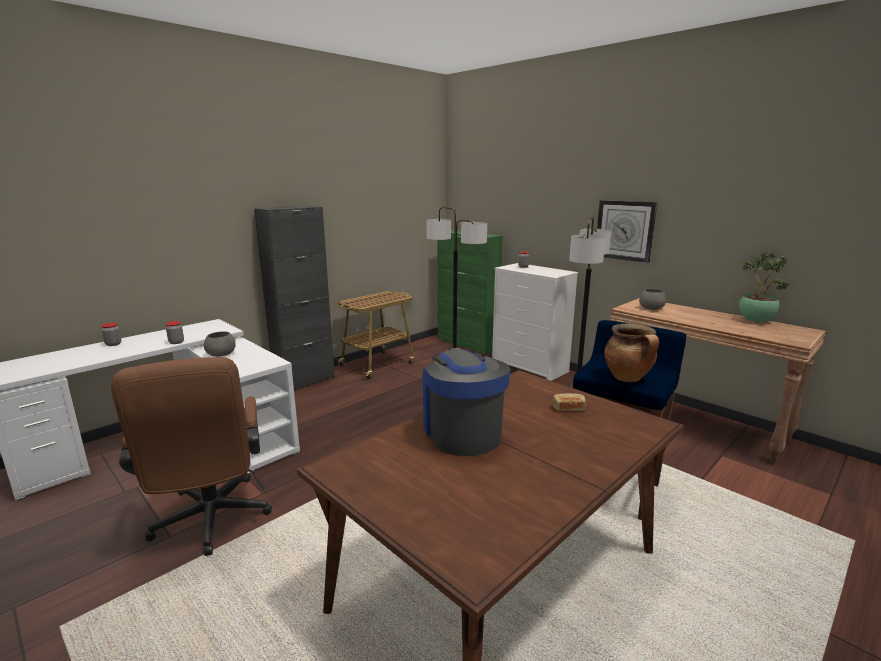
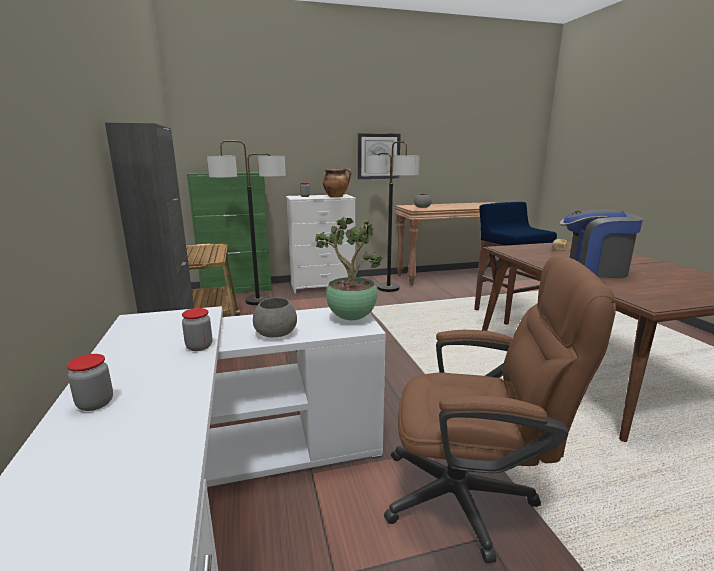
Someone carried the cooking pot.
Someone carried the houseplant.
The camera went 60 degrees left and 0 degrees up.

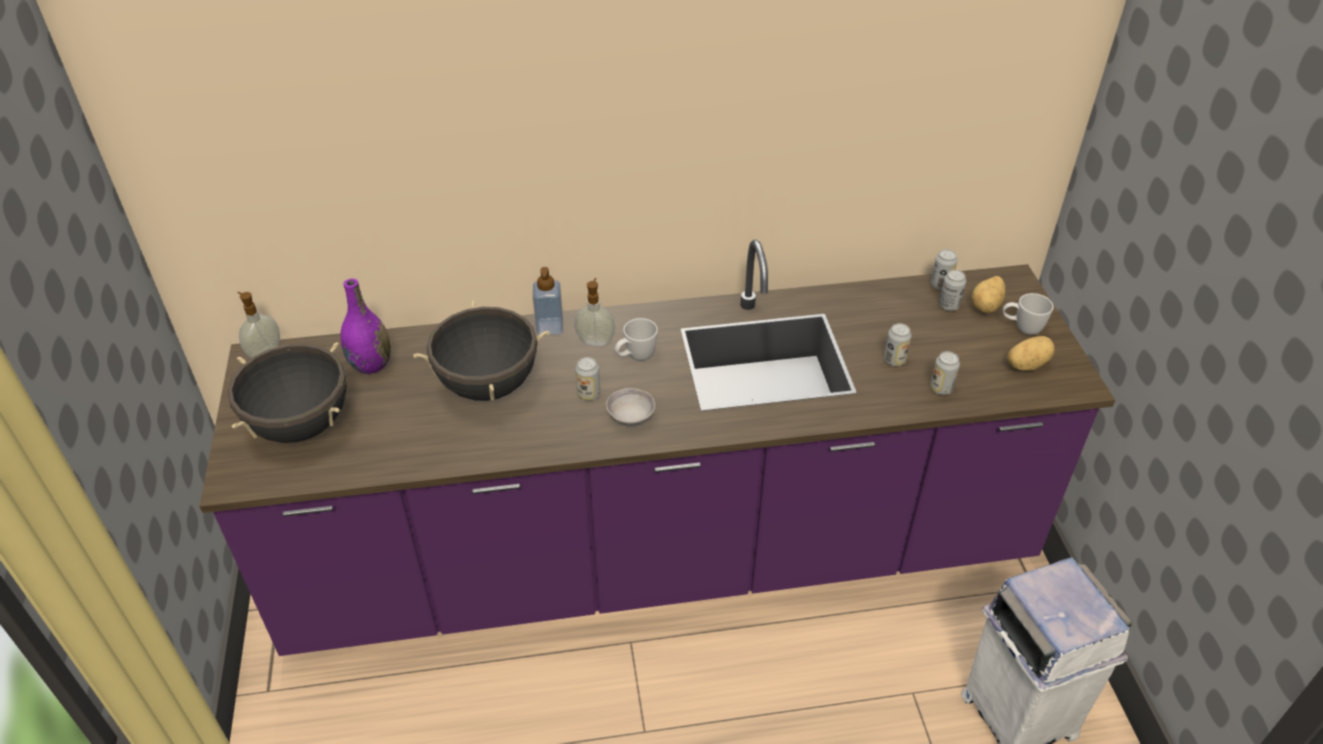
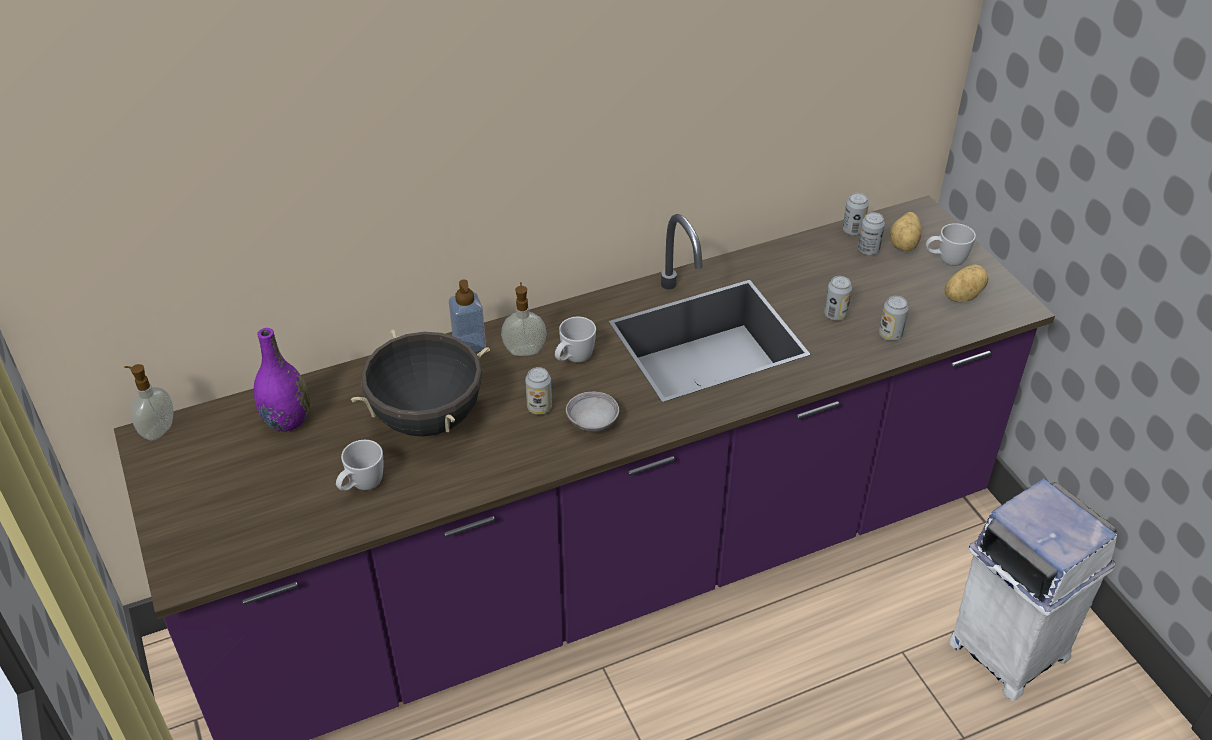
Someone took away the black-coloured cooking pot (no. 1 from left).
Someone put down the white coffee mug (no. 1 from left).
The camera went 15 degrees left and 0 degrees up.

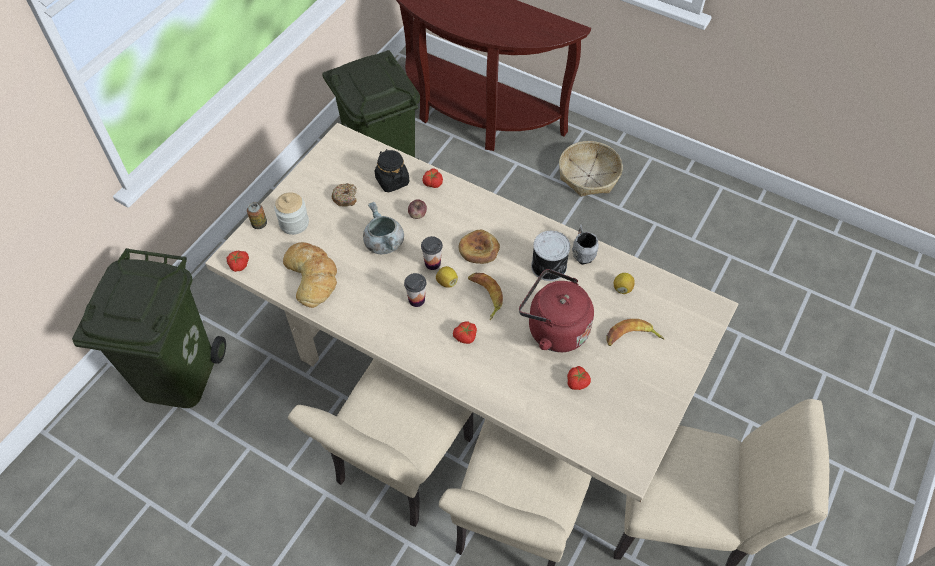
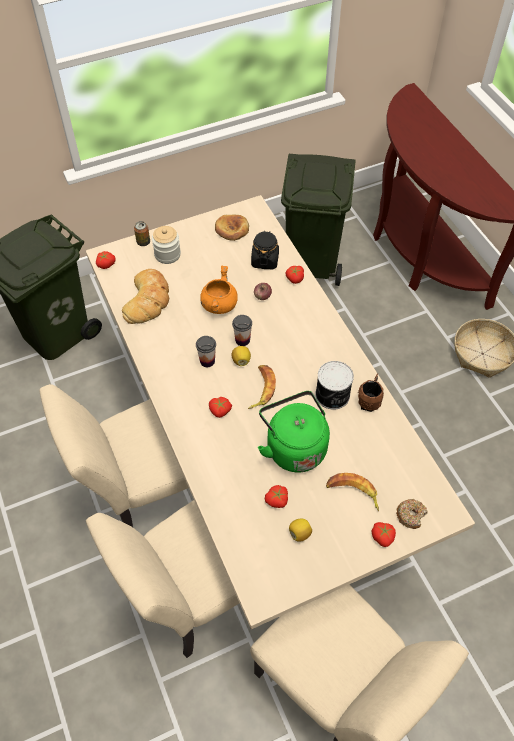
Someone put down the fresh tomato (no. 5 from left).
Someone carried the ring doughnut.
Someone carried the bakery bread (no. 2 from left).
Someone carried the citrus fruit (no. 2 from left).
Someone repainted the gray cooking pot, which became the orangey cooking pot.
Someone repainted the red-coloured kettle, which became the greenish kettle.
Someone repainted the gray coffee mug, which became the brownish coffee mug.
The camera went 35 degrees right and 0 degrees up.

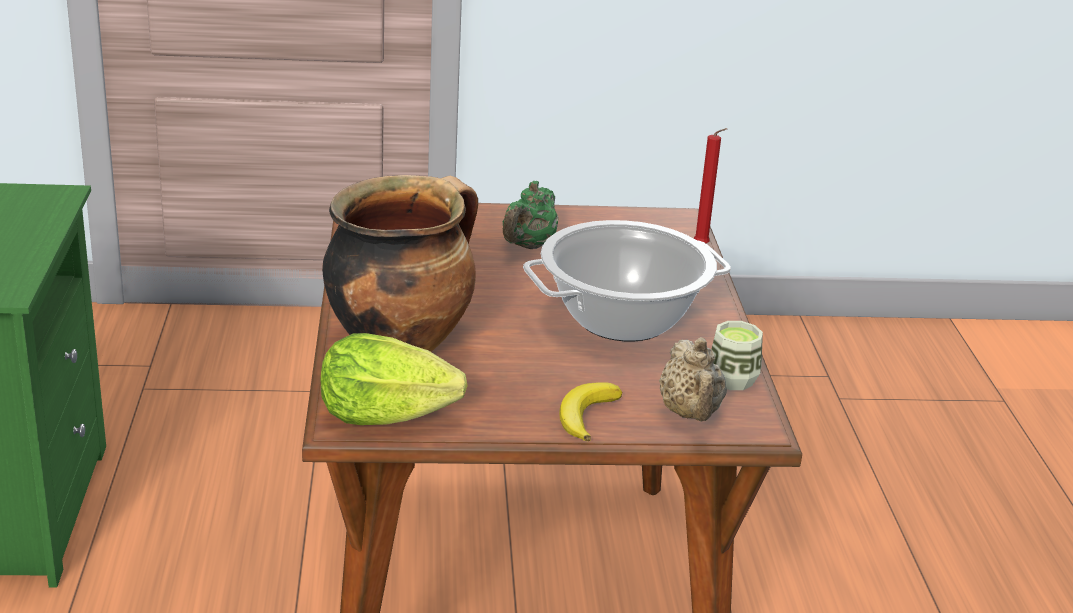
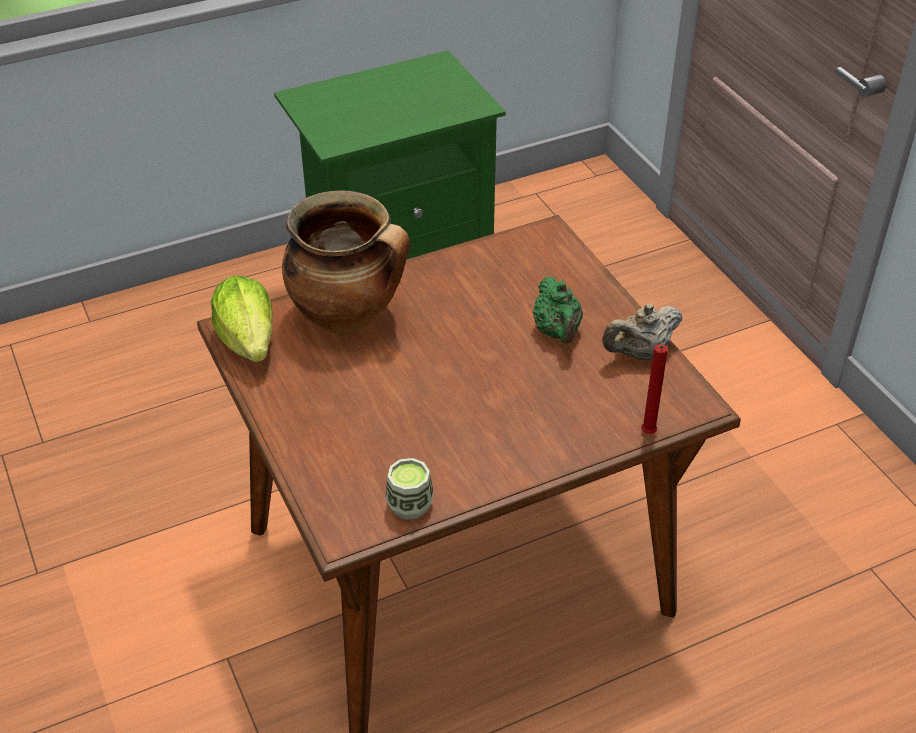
Someone took away the cooking pot (no. 2 from left).
Someone took away the whole banana.
Someone carried the sand-coloured teapot.
Someone rotated the greenish teapot by 105 degrees counterclockwise.
The camera went 70 degrees right and 15 degrees up.

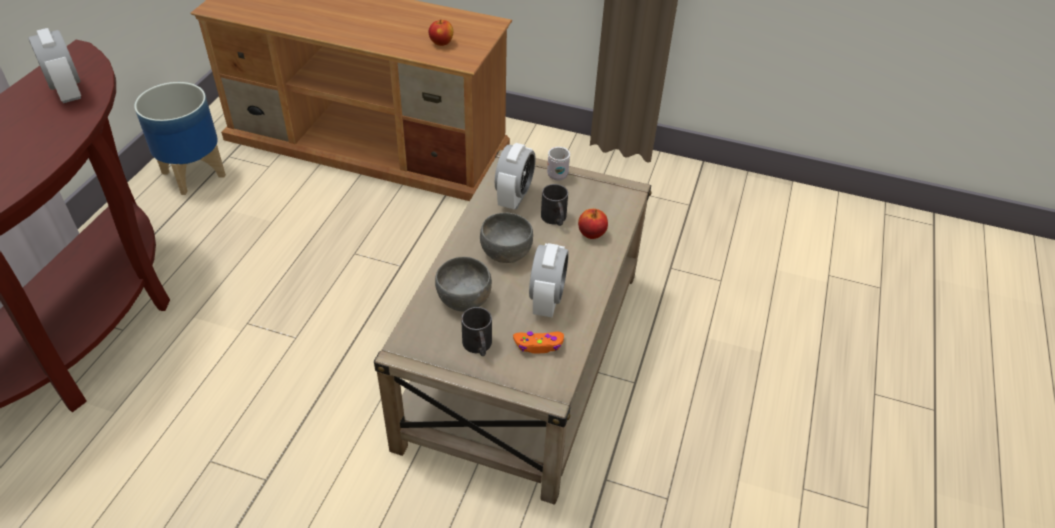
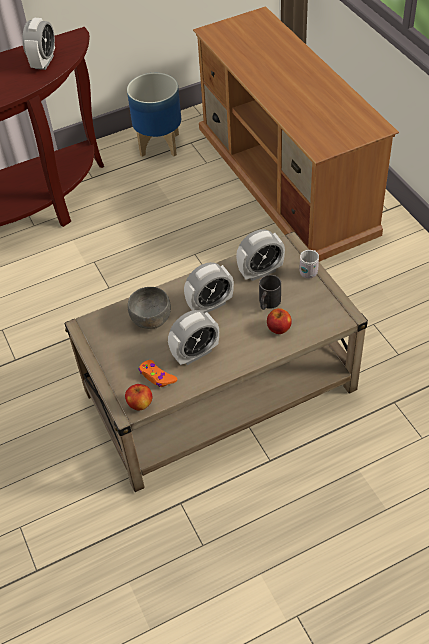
Someone took away the black-coloured coffee mug (no. 1 from left).
Someone carried the whole apple (no. 1 from left).
Someone swapped the gray serving bowl (no. 2 from left) for the table clock (no. 3 from left).
The camera went 50 degrees right and 5 degrees up.

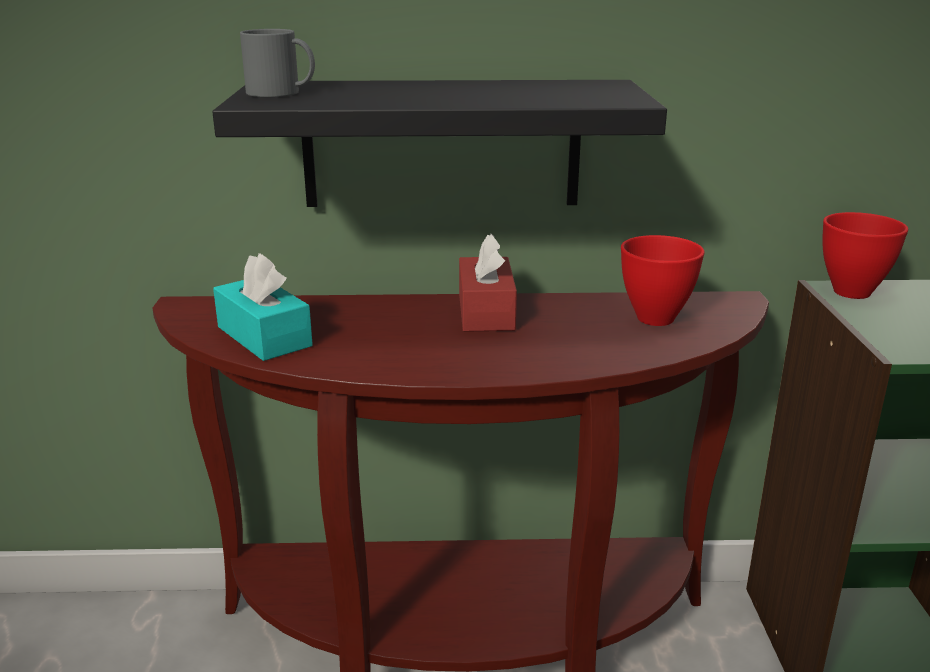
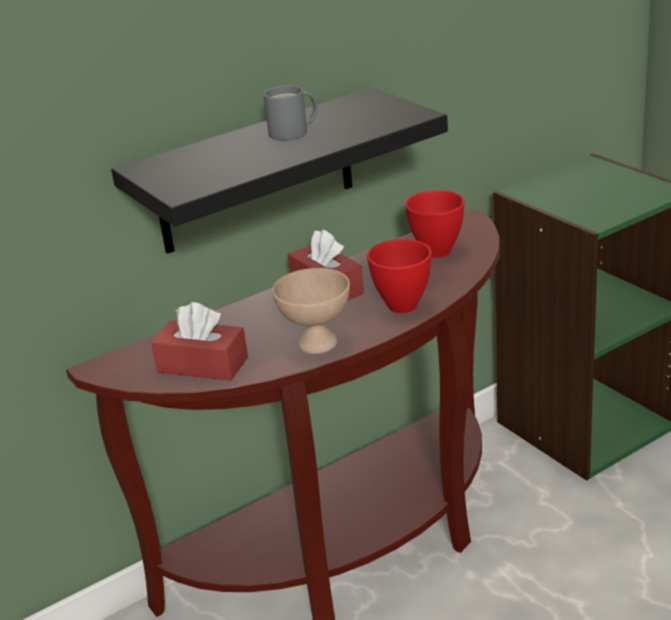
Someone put down the sand-coloured serving bowl.
Someone carried the gray coffee mug.
Someone carried the red-coloured serving bowl (no. 2 from left in the first image).
Someone repainted the blue-green tissue holder, which became the red-coloured tissue holder (no. 1 from left).
The camera went 30 degrees left and 5 degrees up.

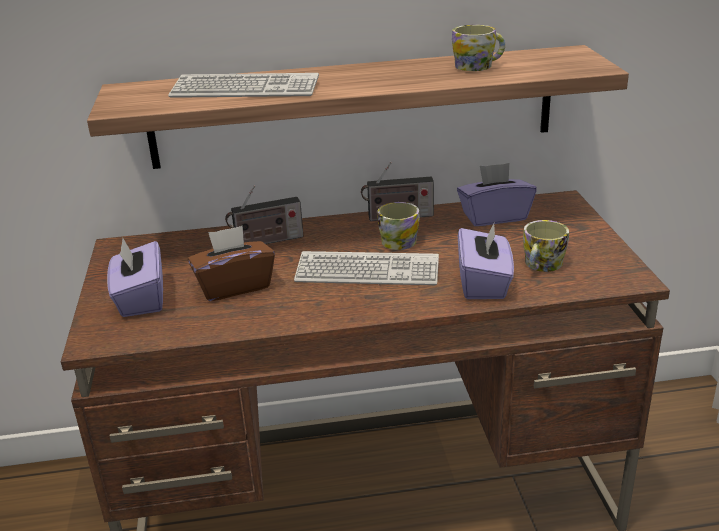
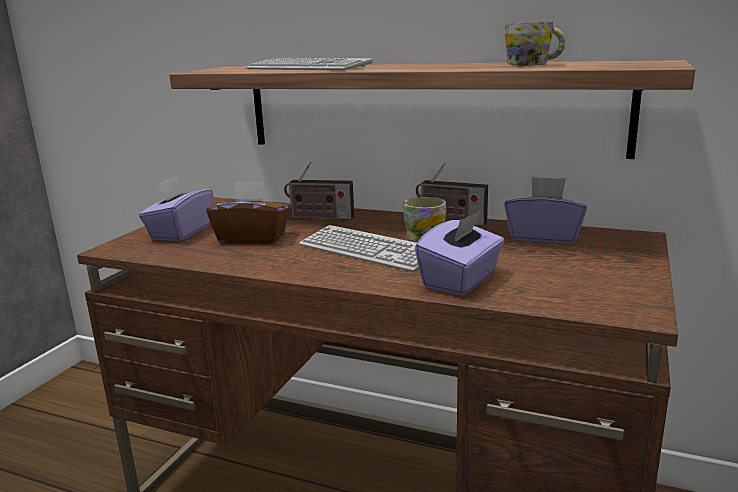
Someone took away the coffee mug (no. 3 from left).
The camera went 30 degrees right and 10 degrees down.

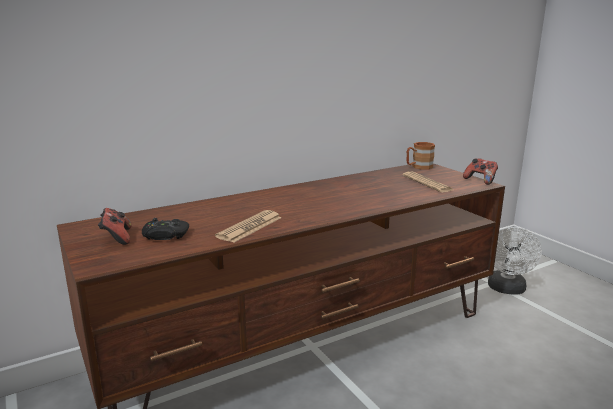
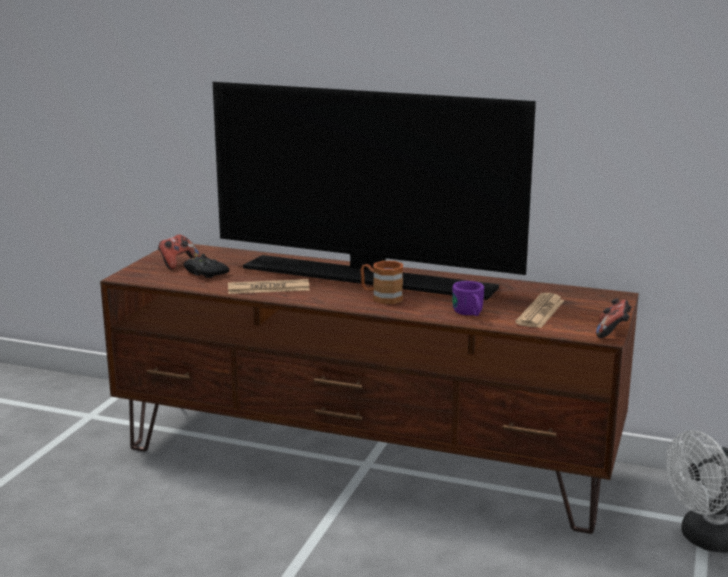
Someone put down the television.
Someone put down the purple coffee mug.
Someone carried the brownish coffee mug.
The camera went 50 degrees right and 0 degrees up.

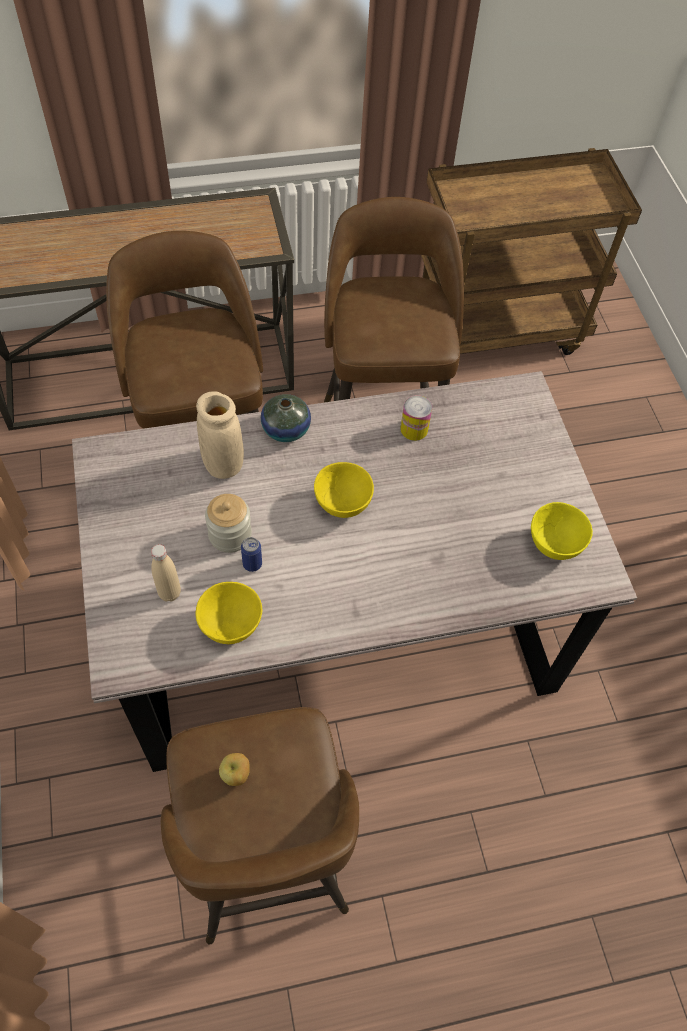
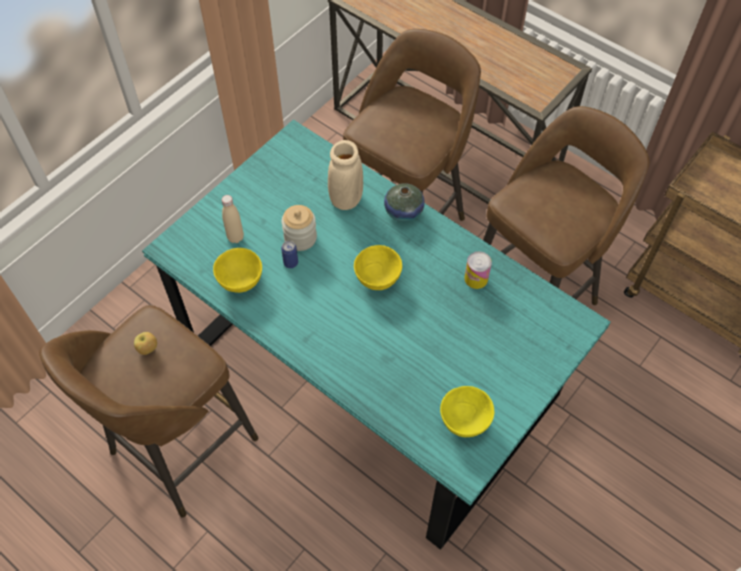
Someone repainted the gray dining table, which became the blue-green dining table.
The camera went 55 degrees right and 0 degrees up.

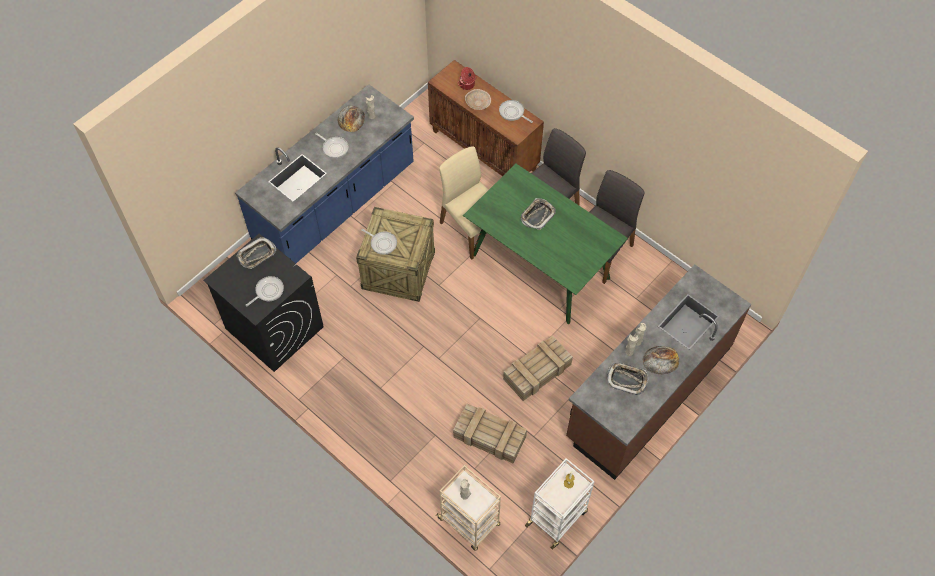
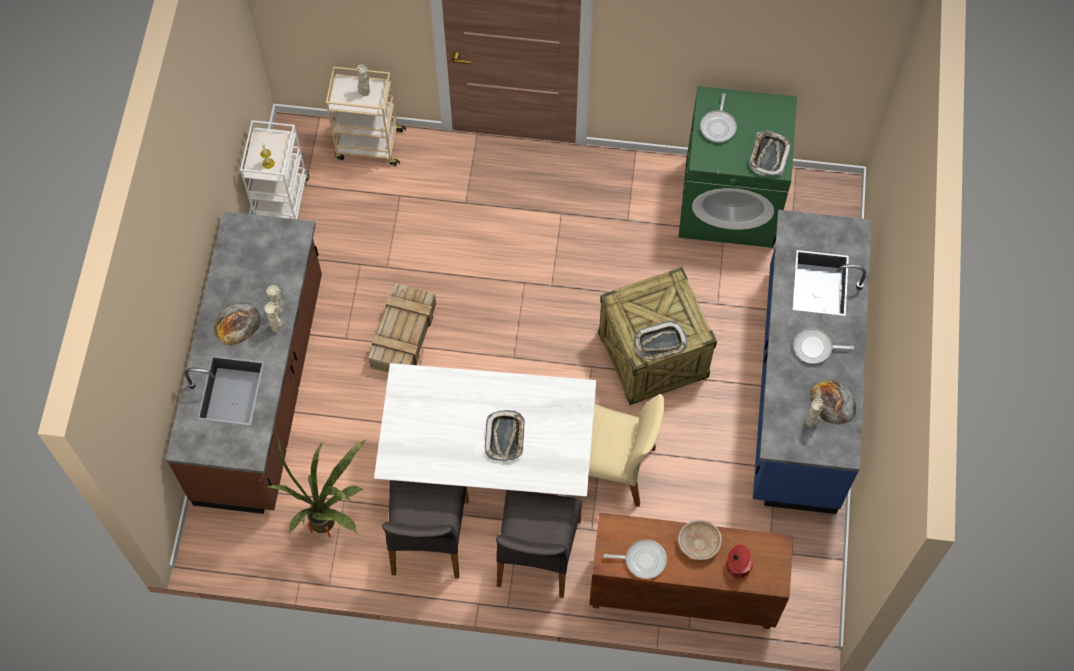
Someone took away the pan (no. 3 from left).
Someone took away the crate (no. 2 from left).
Someone put down the houseplant.
Someone carried the carrying tray (no. 3 from left in the first image).
Someone repainted the black-coloured laundry appliance, which became the greenish laundry appliance.
Someone repainted the greenish dining table, which became the white dining table.
The camera went 145 degrees right and 5 degrees up.

